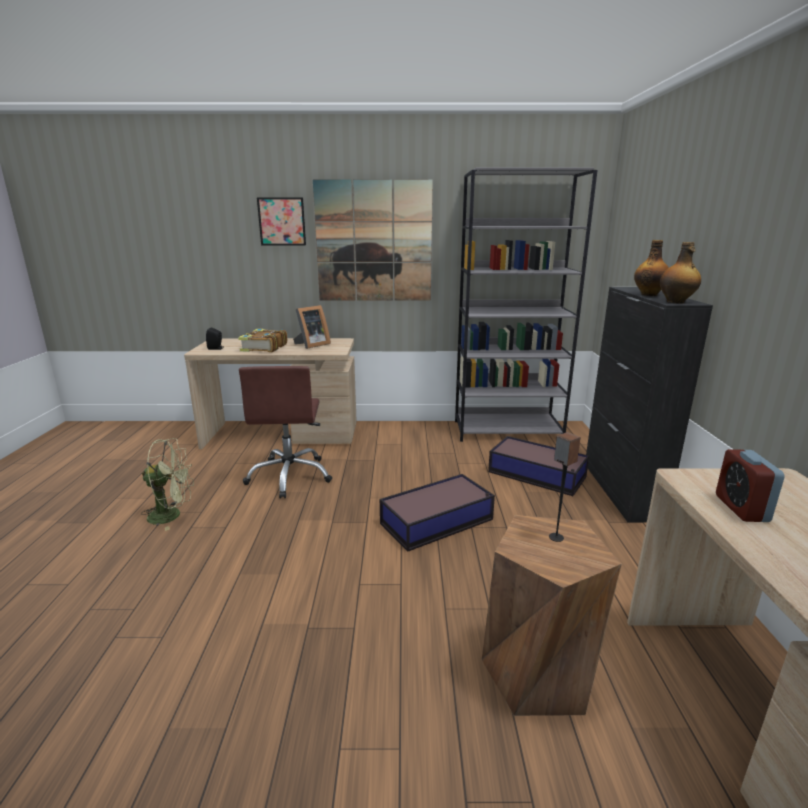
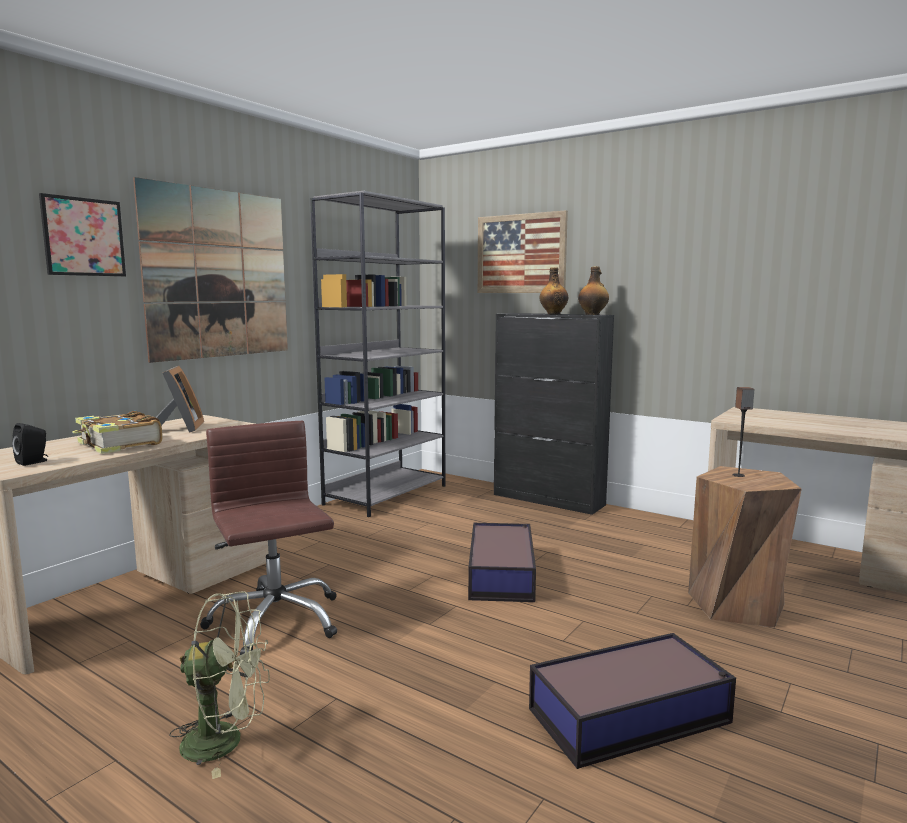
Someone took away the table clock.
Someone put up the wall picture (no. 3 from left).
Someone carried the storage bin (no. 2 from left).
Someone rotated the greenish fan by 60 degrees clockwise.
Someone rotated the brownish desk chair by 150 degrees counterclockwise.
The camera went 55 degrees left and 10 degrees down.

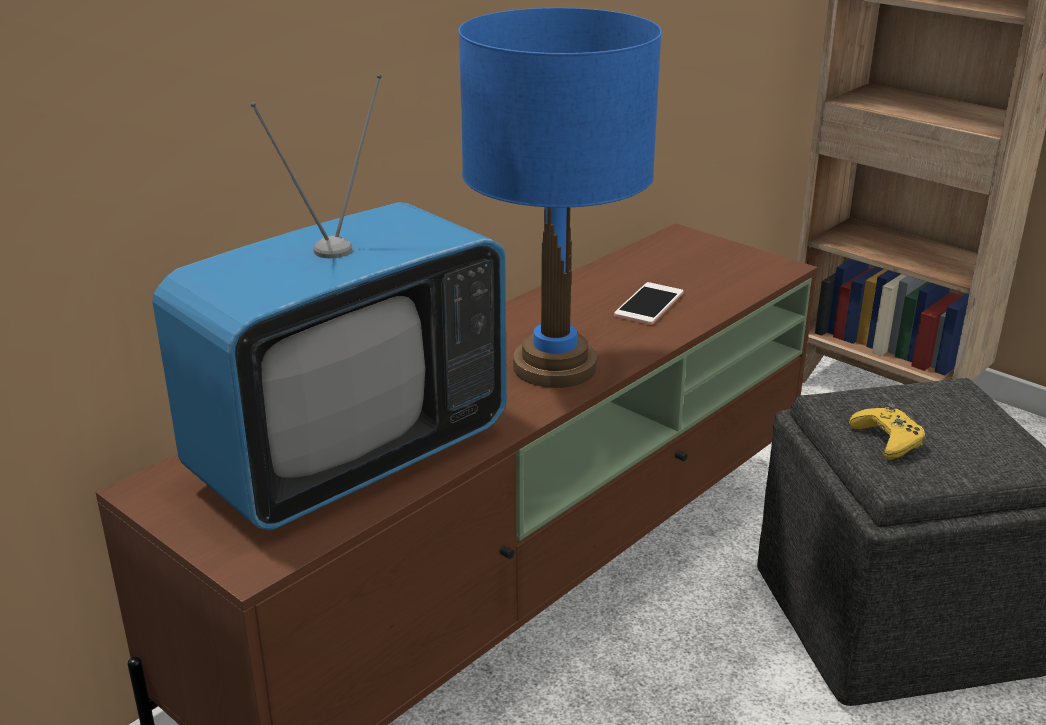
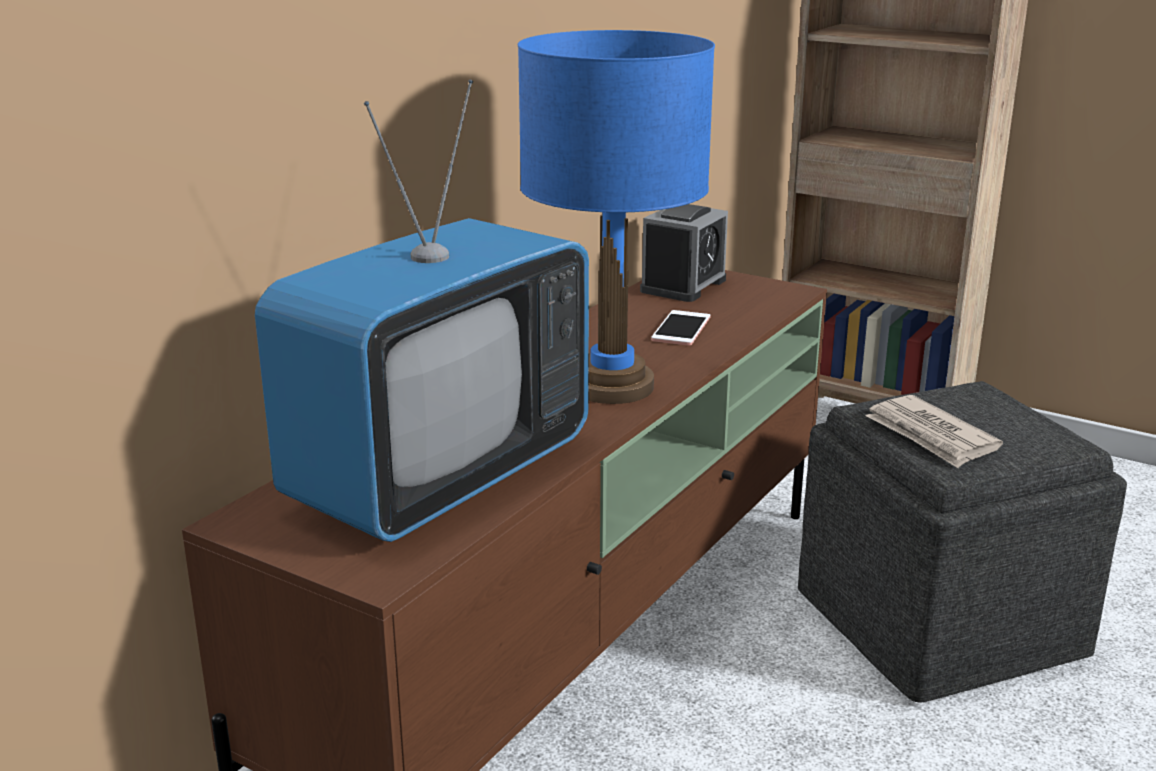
Someone put down the table clock.
Someone swapped the yellow-coloured gamepad for the newspaper.
The camera went 10 degrees left and 5 degrees down.

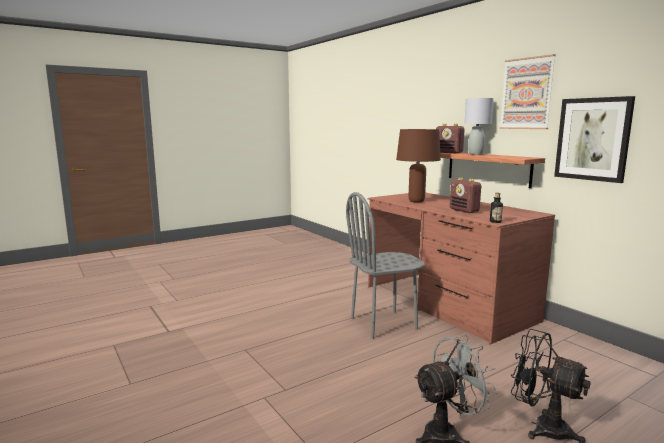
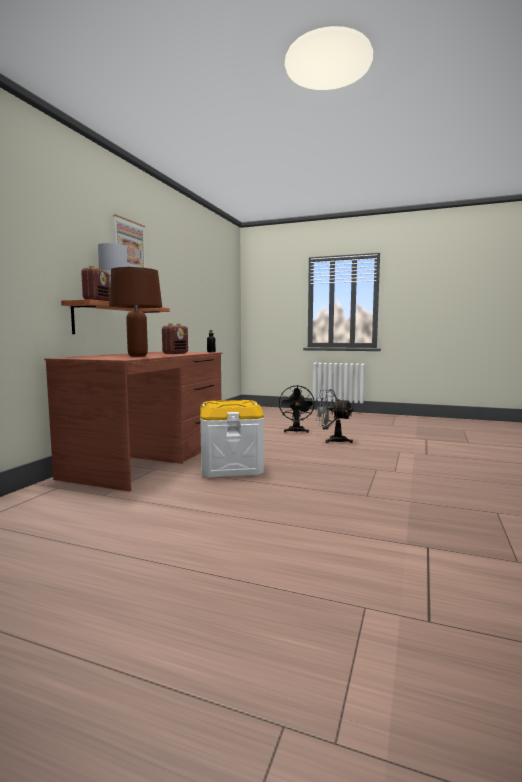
Someone took away the wall picture (no. 2 from left).
Someone swapped the gray chair for the white storage bin.
The camera went 125 degrees left and 5 degrees down.

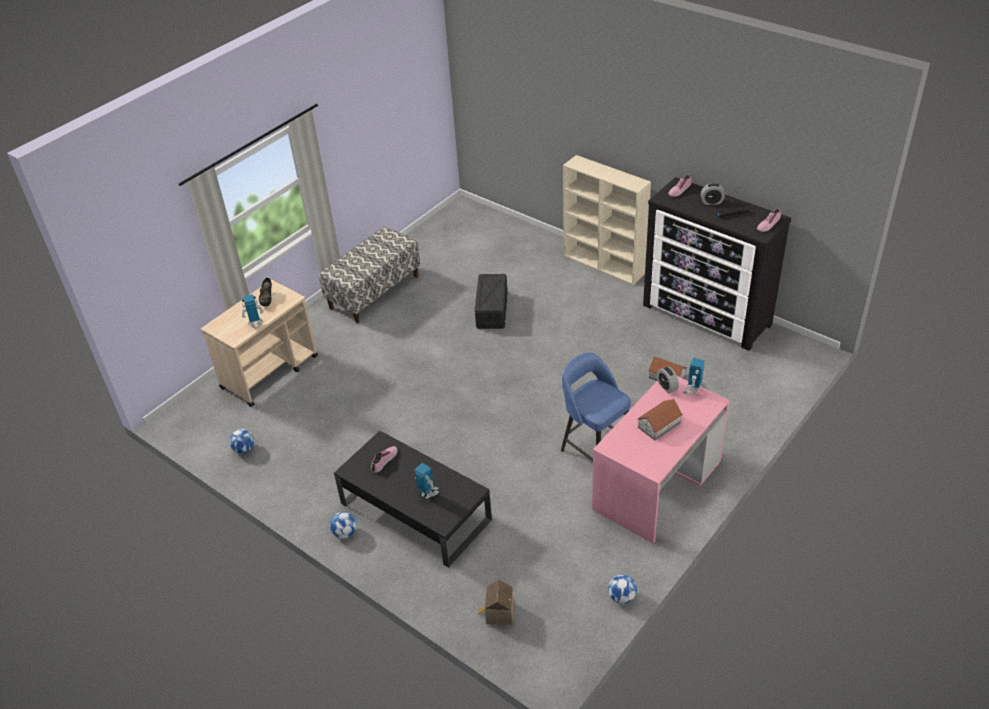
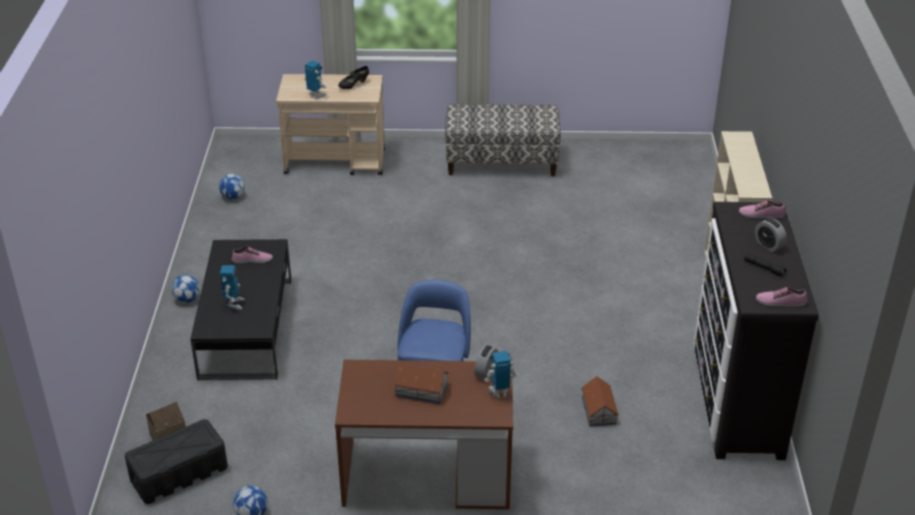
Someone carried the black-coloured storage bin.
Someone repainted the pink-coloured desk table, which became the brownish desk table.
The camera went 50 degrees right and 5 degrees down.

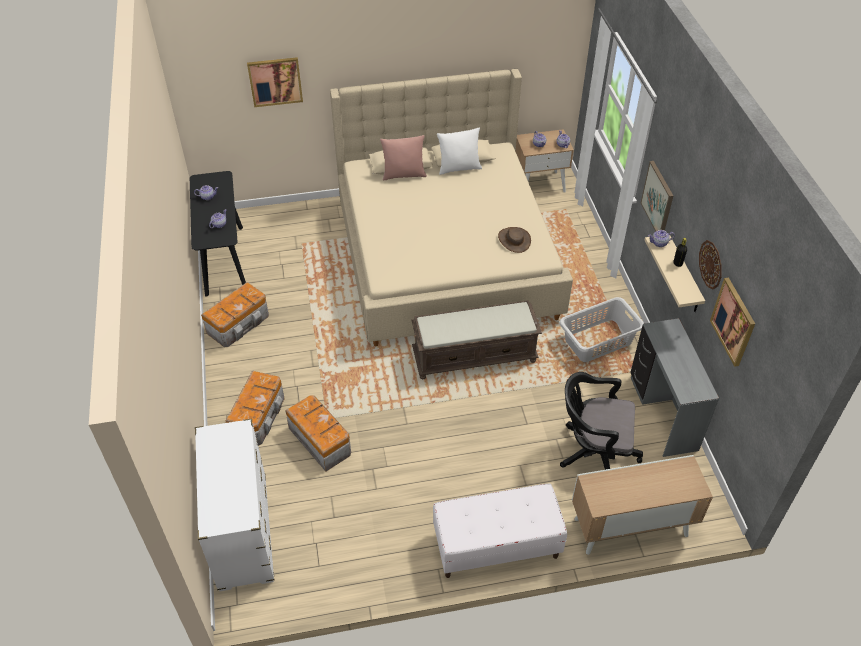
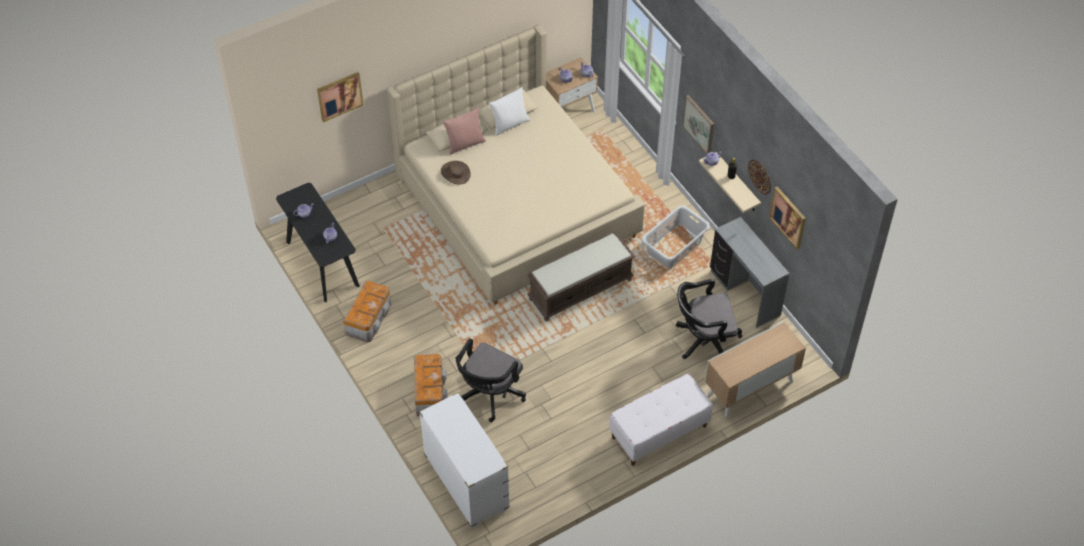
Someone carried the brownish hat.
Someone swapped the storage bin (no. 3 from left) for the black-coloured desk chair (no. 1 from left).
The camera went 20 degrees left and 5 degrees up.

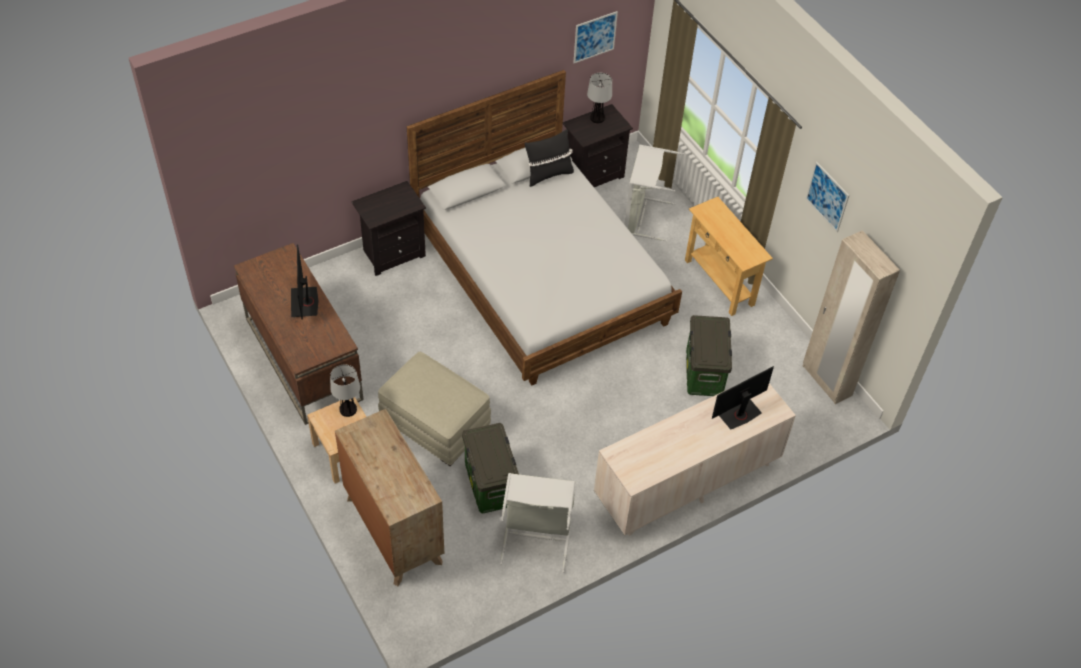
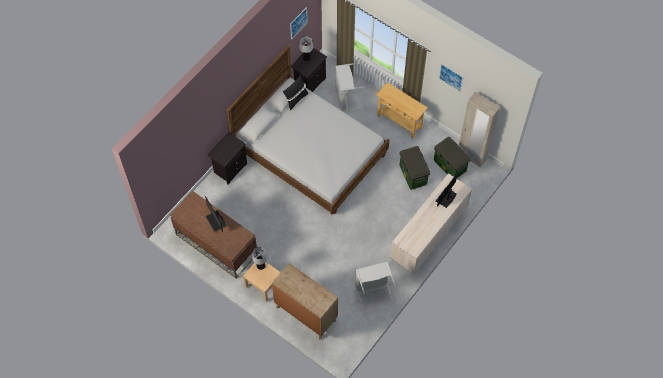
Someone took away the sand-coloured pouffe.
Someone carried the storage bin (no. 1 from left in the first image).
The camera went 20 degrees left and 10 degrees up.

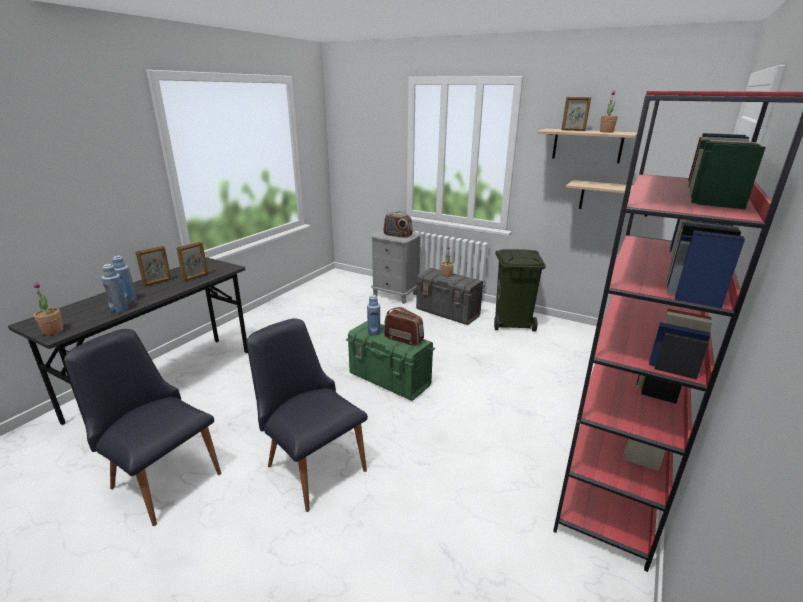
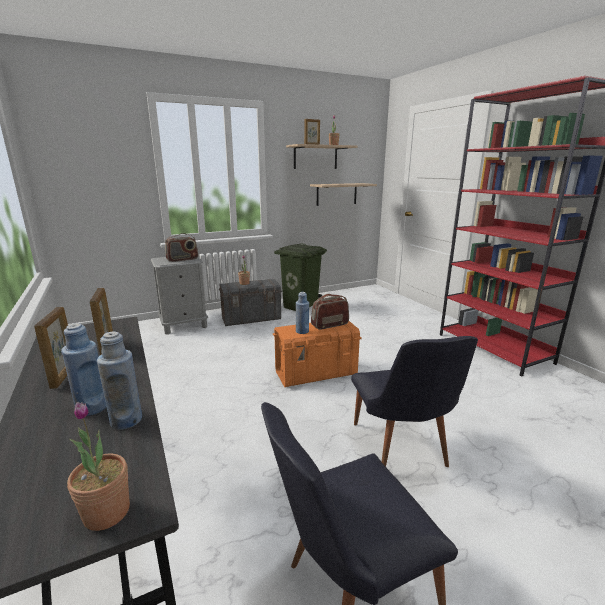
Someone repainted the greenish storage bin, which became the orangey storage bin.
Someone rotated the black-coloured chair (no. 2 from left) by 90 degrees counterclockwise.
The camera went 55 degrees left and 5 degrees down.

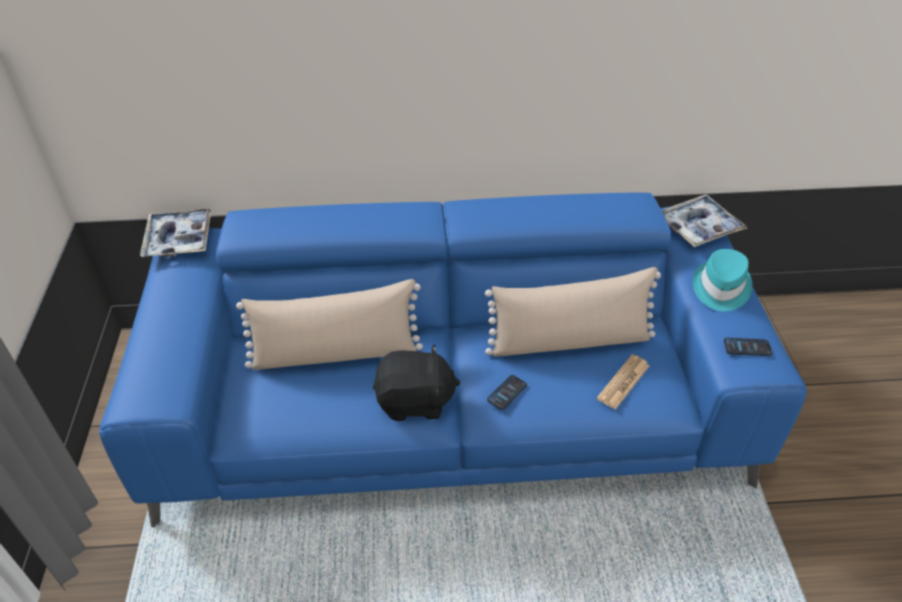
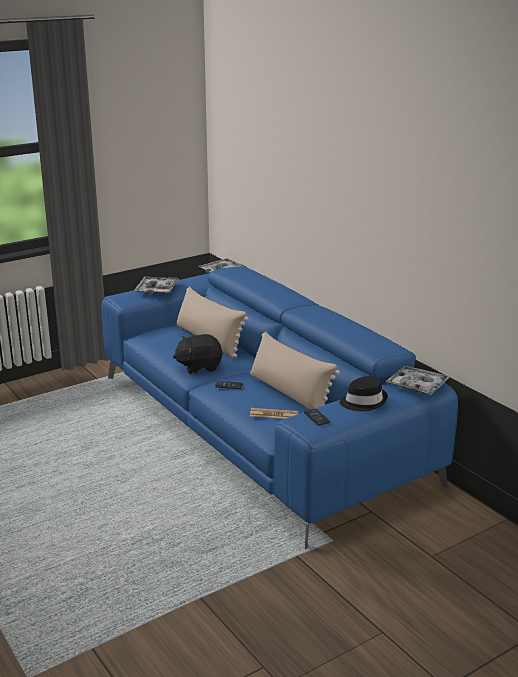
Someone put down the carrying tray (no. 1 from left).
Someone repainted the blue-green hat, which became the black-coloured hat.
Someone rotated the black-coloured cuddly toy by 105 degrees clockwise.
The camera went 60 degrees right and 20 degrees down.

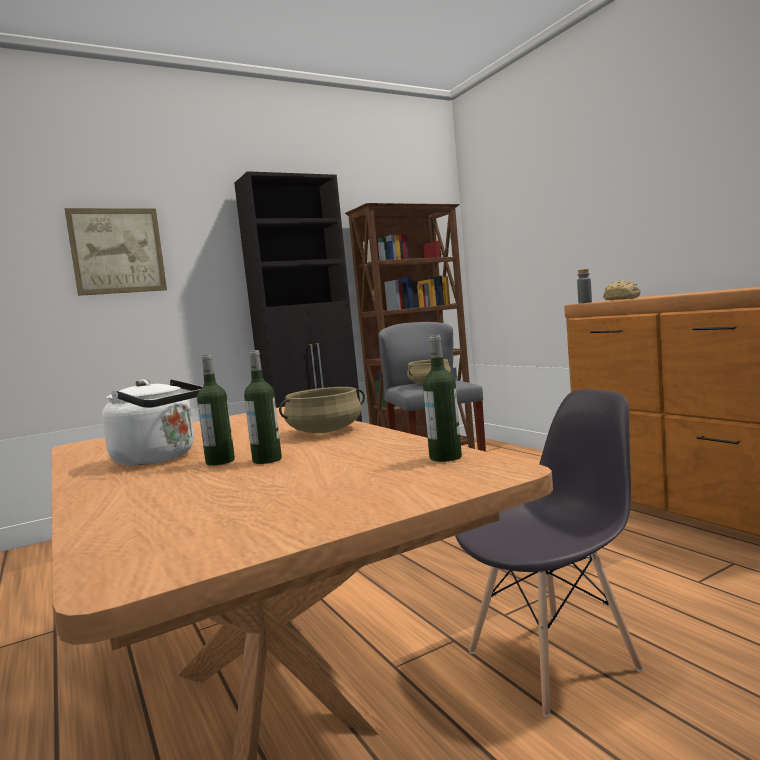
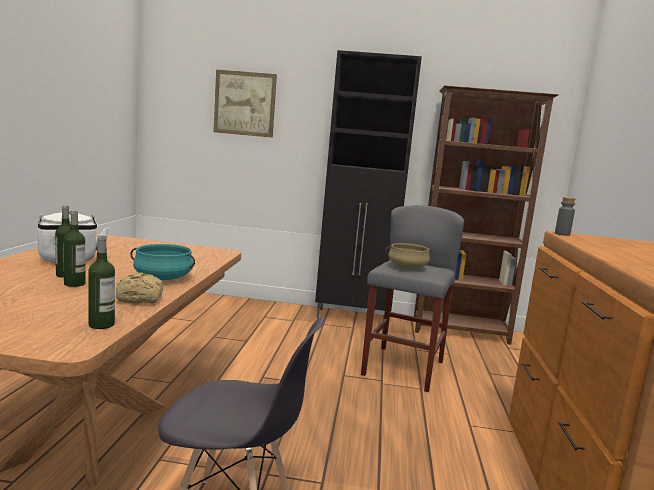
Someone carried the bakery bread.
Someone repainted the sand-coloured cooking pot (no. 1 from left), which became the blue-green cooking pot.
The camera went 35 degrees right and 5 degrees up.

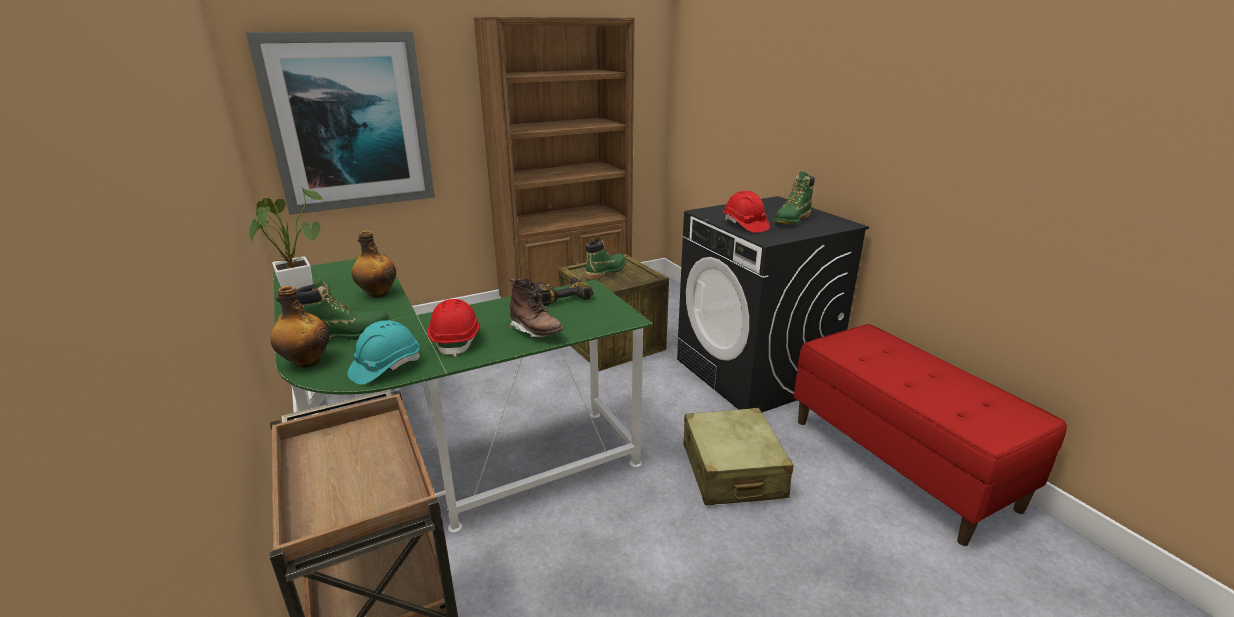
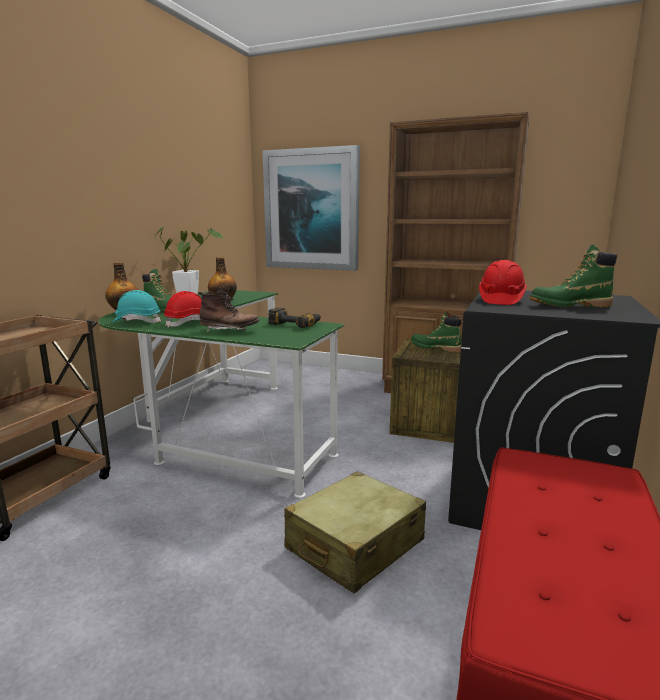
Someone rotated the brownish boot by 90 degrees counterclockwise.
Someone rotated the greenish boot (no. 2 from left) by 150 degrees counterclockwise.
The camera went 50 degrees right and 10 degrees down.

